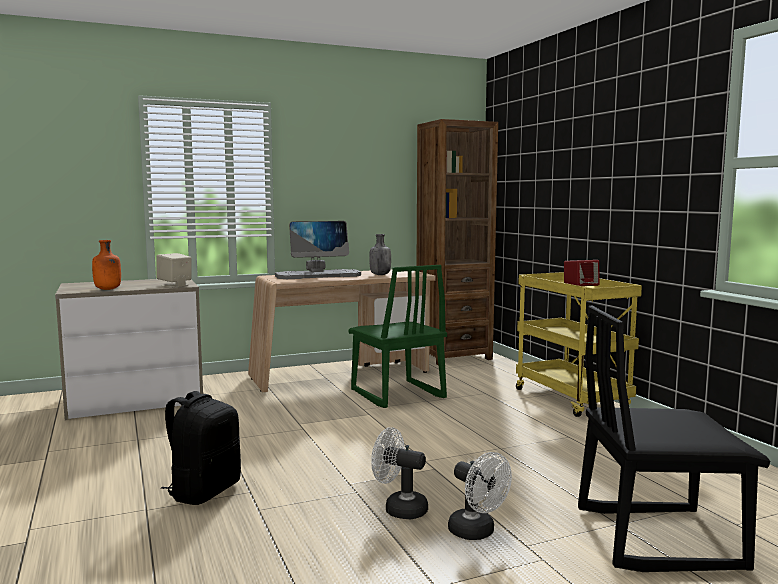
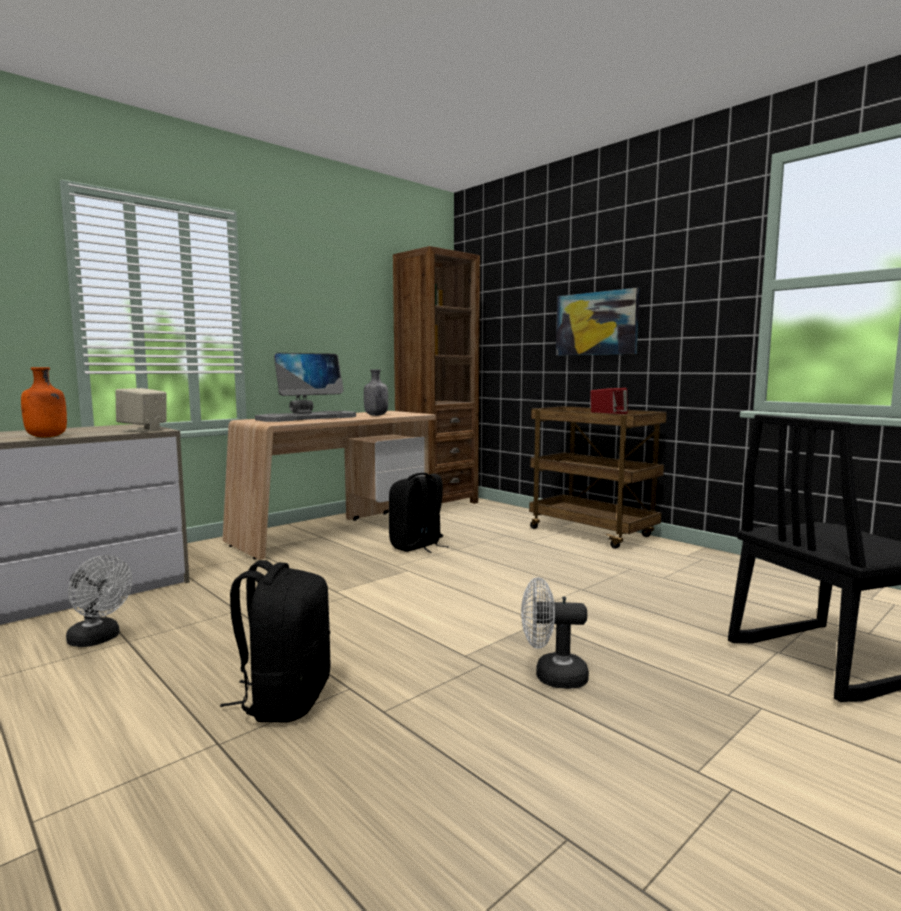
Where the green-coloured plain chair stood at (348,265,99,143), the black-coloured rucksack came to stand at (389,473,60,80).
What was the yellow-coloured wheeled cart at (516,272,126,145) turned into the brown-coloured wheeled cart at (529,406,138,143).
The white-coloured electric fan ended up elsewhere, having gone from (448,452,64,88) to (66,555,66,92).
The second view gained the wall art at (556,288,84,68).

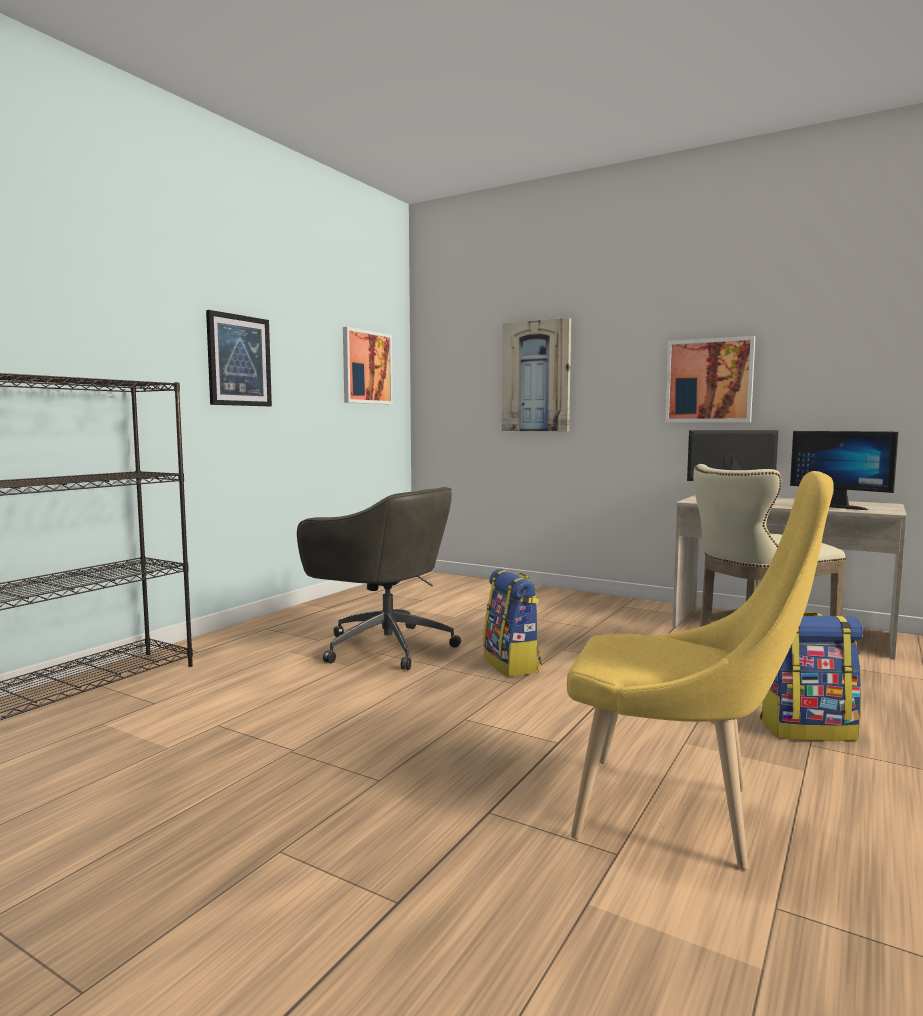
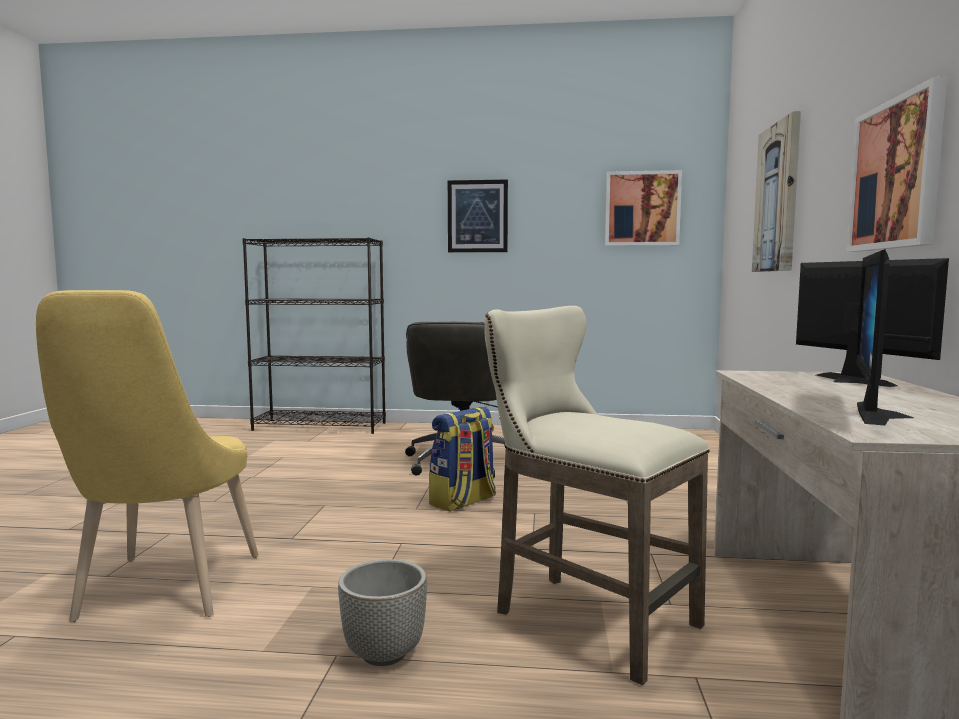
Where the rucksack stood at (760,612,103,129), the grey flower pot came to stand at (338,559,89,107).

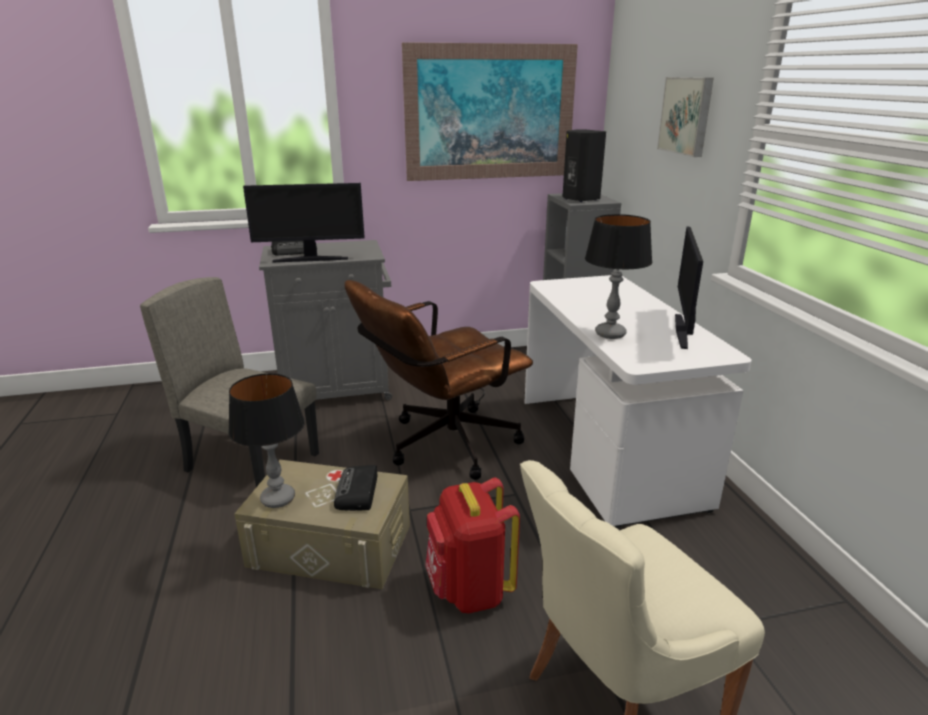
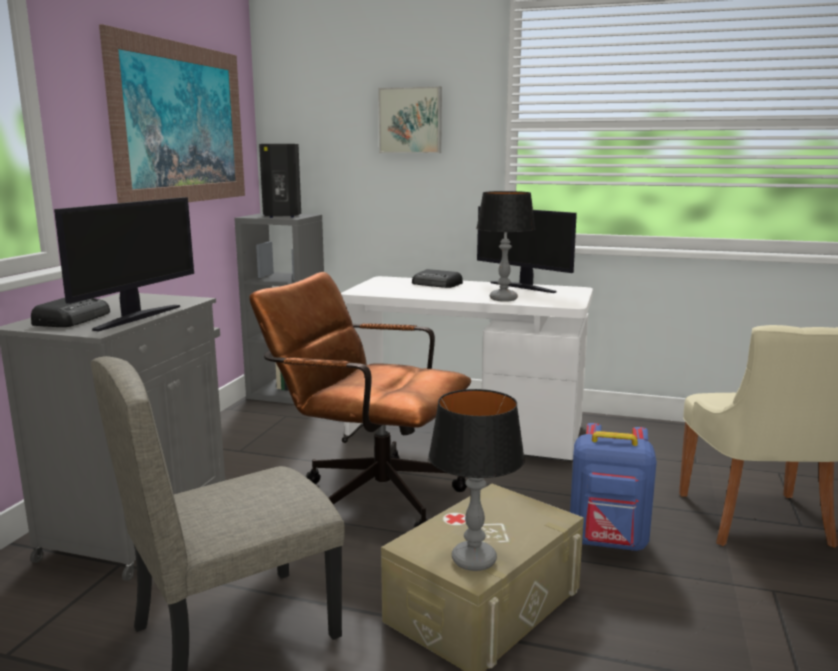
The brown-coloured desk chair at (345,280,188,200) ended up facing another way, 120 degrees clockwise from before.
The radio ended up elsewhere, having gone from (334,465,43,46) to (412,269,51,19).
What was the red rucksack at (425,477,95,136) turned into the blue rucksack at (570,423,87,128).

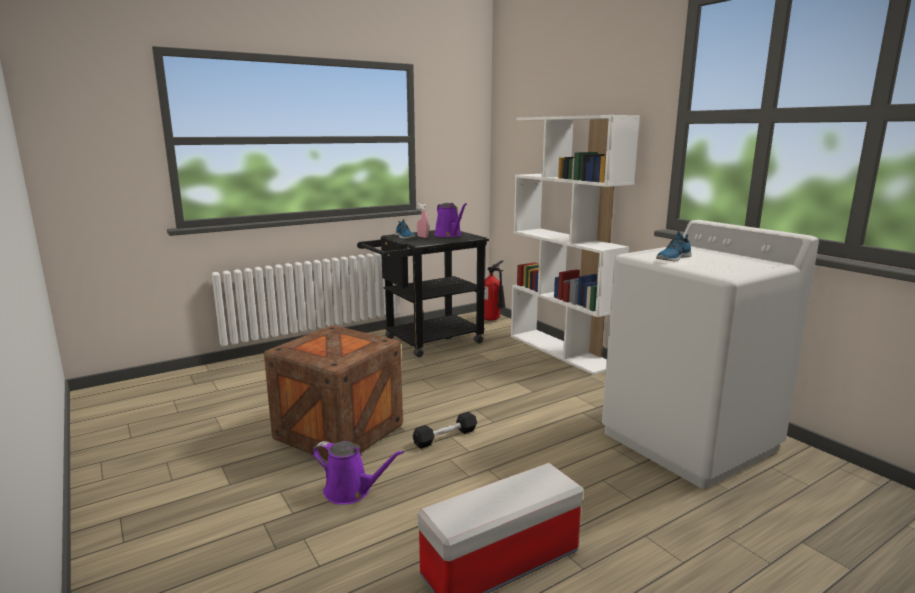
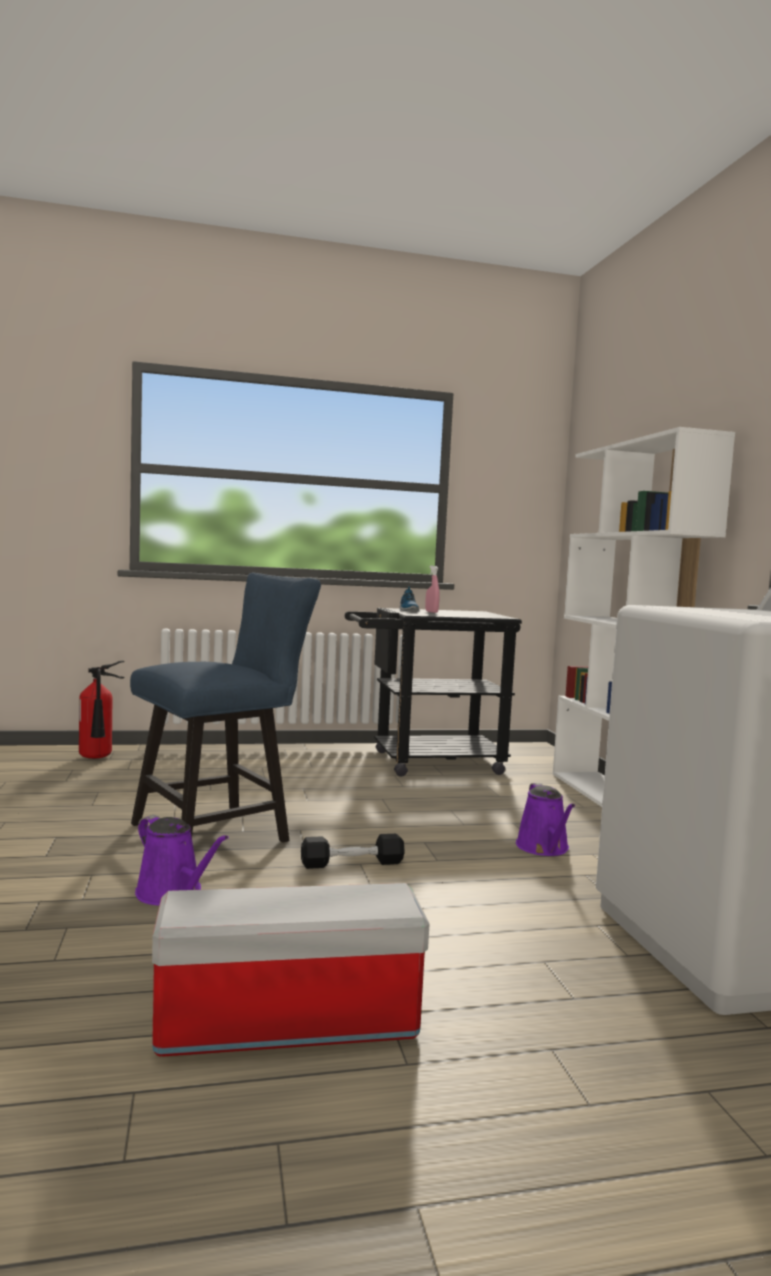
The purple-coloured watering can ended up elsewhere, having gone from (434,203,33,34) to (516,783,59,73).
The second view lost the item of footwear at (656,231,36,30).
The fire-fighting cylinder ended up elsewhere, having gone from (484,261,21,60) to (79,661,46,98).
Where the shipping crate stood at (264,325,139,136), the blue plain chair came to stand at (130,573,191,270).

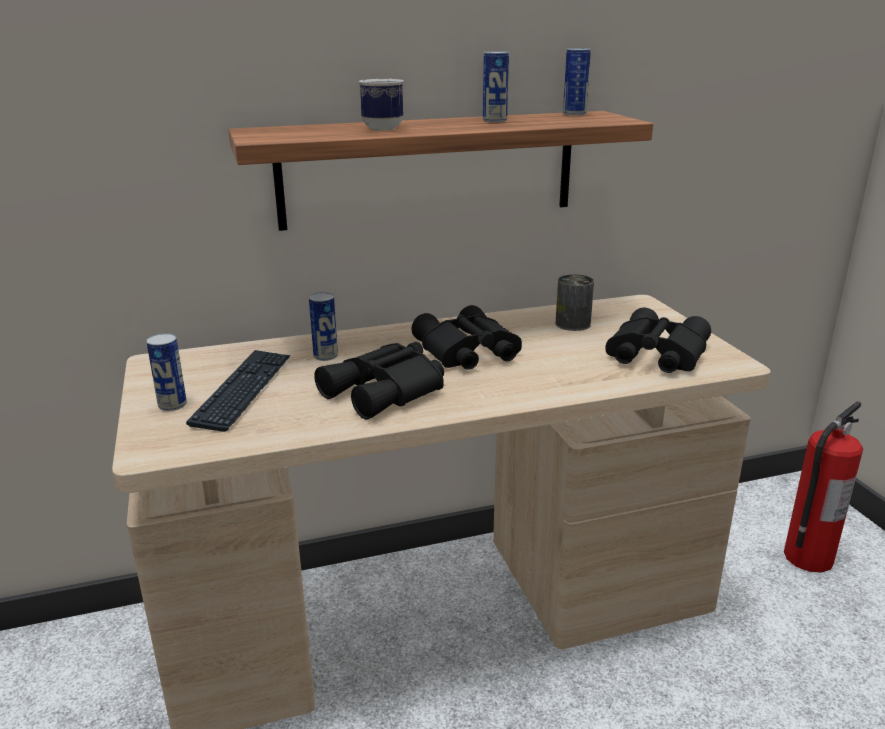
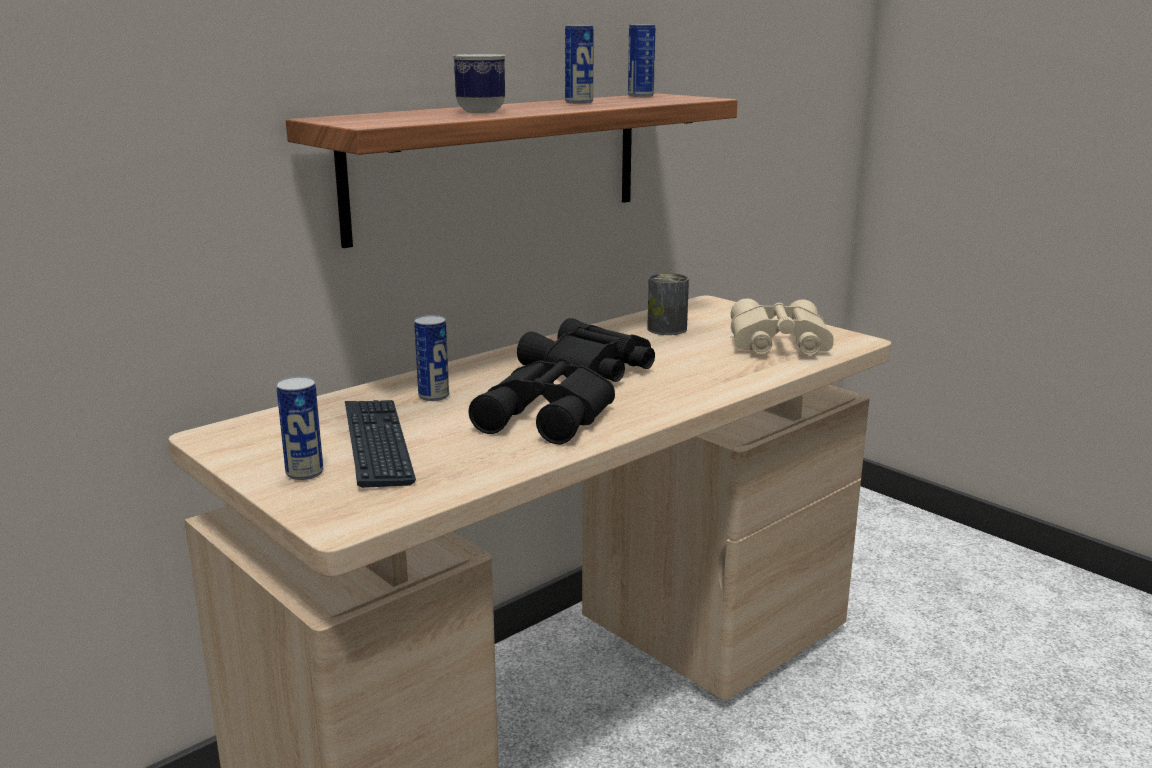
What was the black-coloured binoculars at (605,308,106,65) turned into the sand-coloured binoculars at (731,298,103,57).
The second view lost the fire-fighting cylinder at (784,401,79,172).

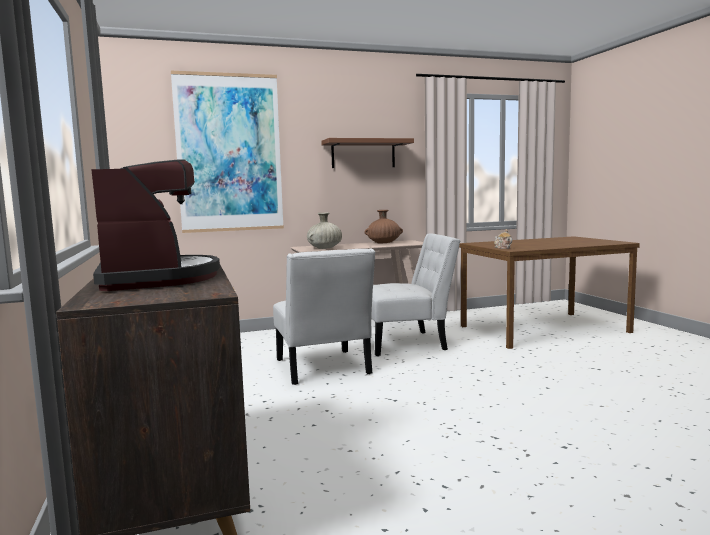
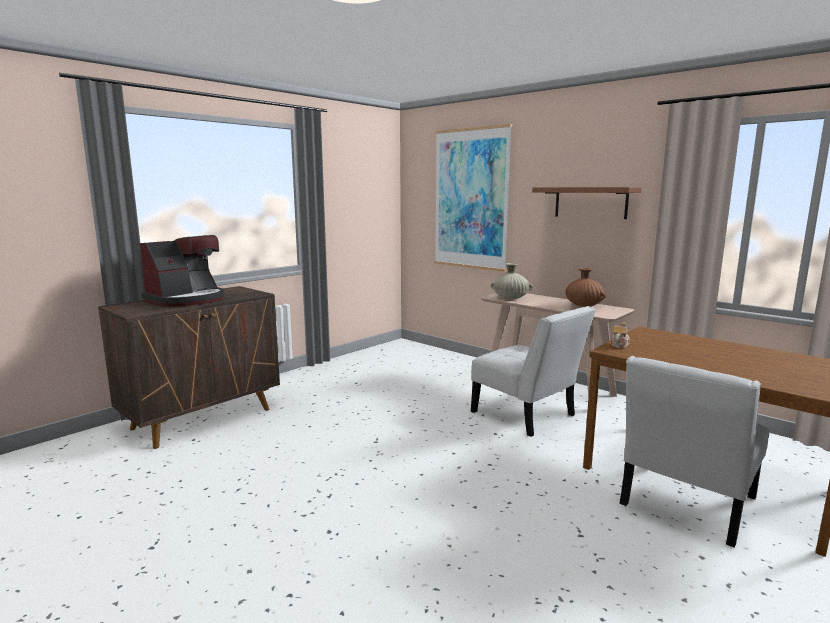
The white-coloured plain chair ended up elsewhere, having gone from (273,248,102,137) to (620,356,150,192).

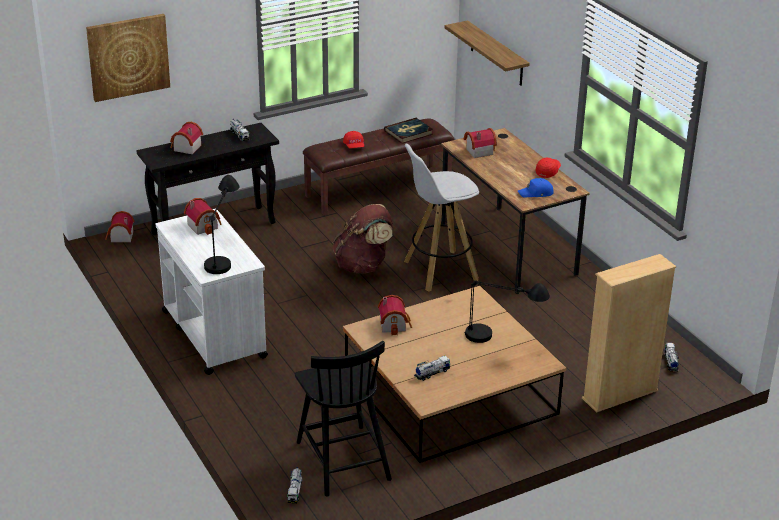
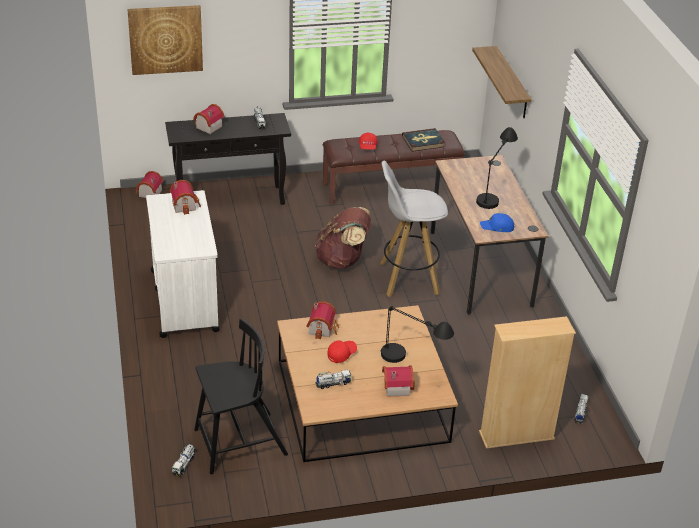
The model house ended up elsewhere, having gone from (464,128,33,30) to (382,365,33,32).
The red peaked cap ended up elsewhere, having gone from (535,158,26,20) to (327,340,30,23).
The black-coloured table lamp ended up elsewhere, having gone from (204,175,36,99) to (476,127,42,82).
The black-coloured plain chair at (295,341,97,156) ended up facing another way, 105 degrees counterclockwise from before.

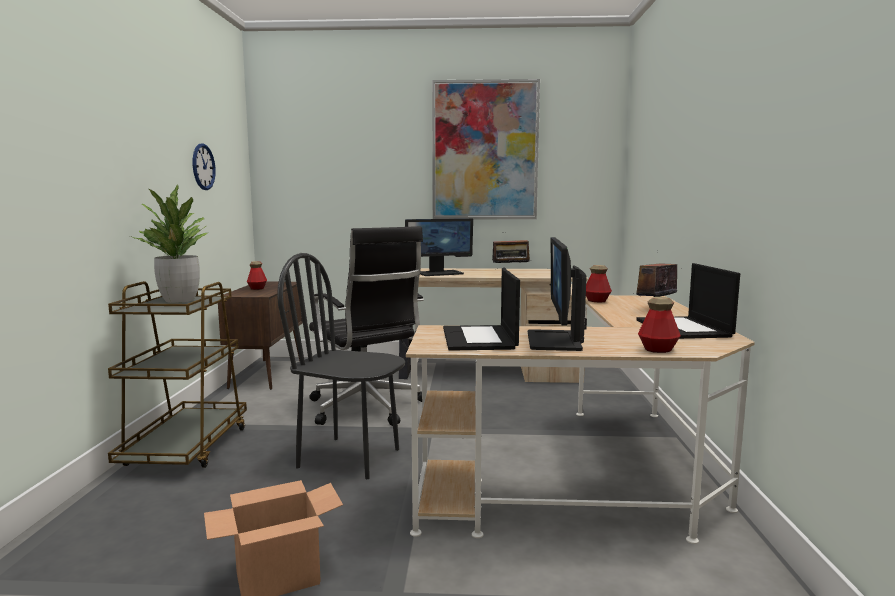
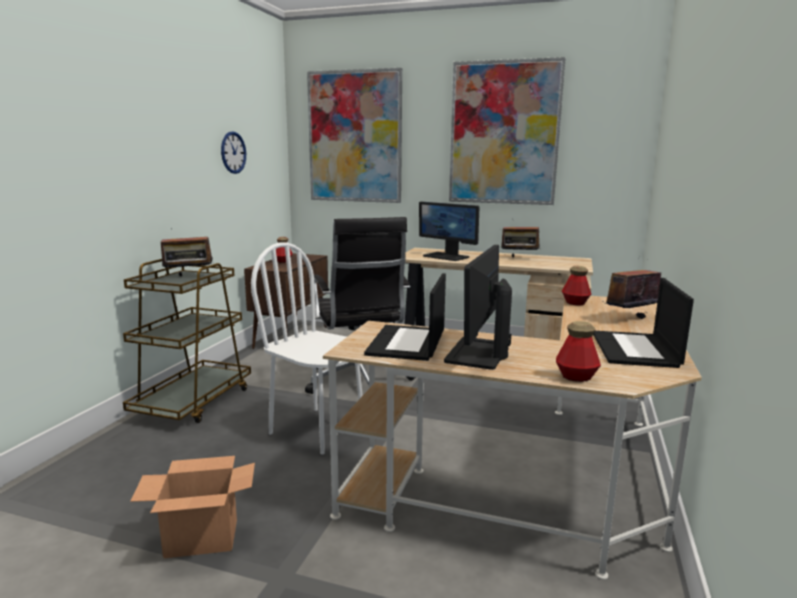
Where the potted plant stood at (130,184,78,119), the radio came to stand at (161,237,53,39).
The monitor at (405,218,68,58) ended up facing another way, 45 degrees clockwise from before.
What was the black-coloured plain chair at (277,253,128,226) turned into the white-coloured plain chair at (251,242,112,212).
The second view gained the wall art at (307,68,95,135).

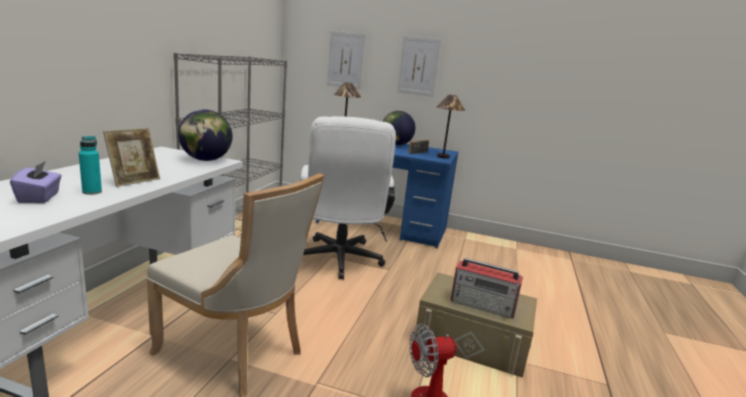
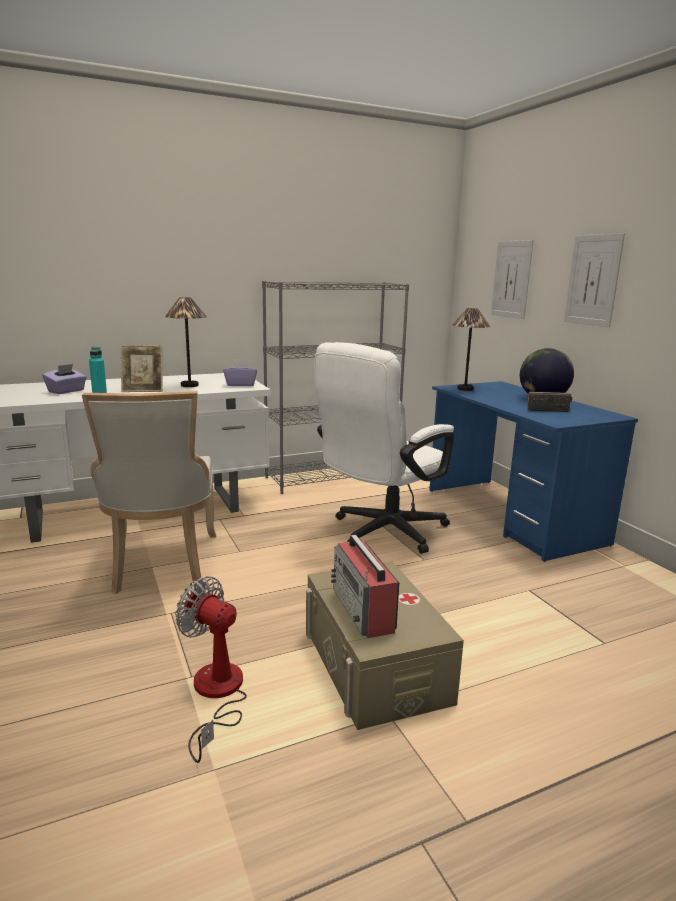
The table lamp ended up elsewhere, having gone from (436,95,29,64) to (165,297,42,90).
Where the desk globe stood at (178,109,54,52), the purple-coloured tissue box came to stand at (223,359,34,27).

